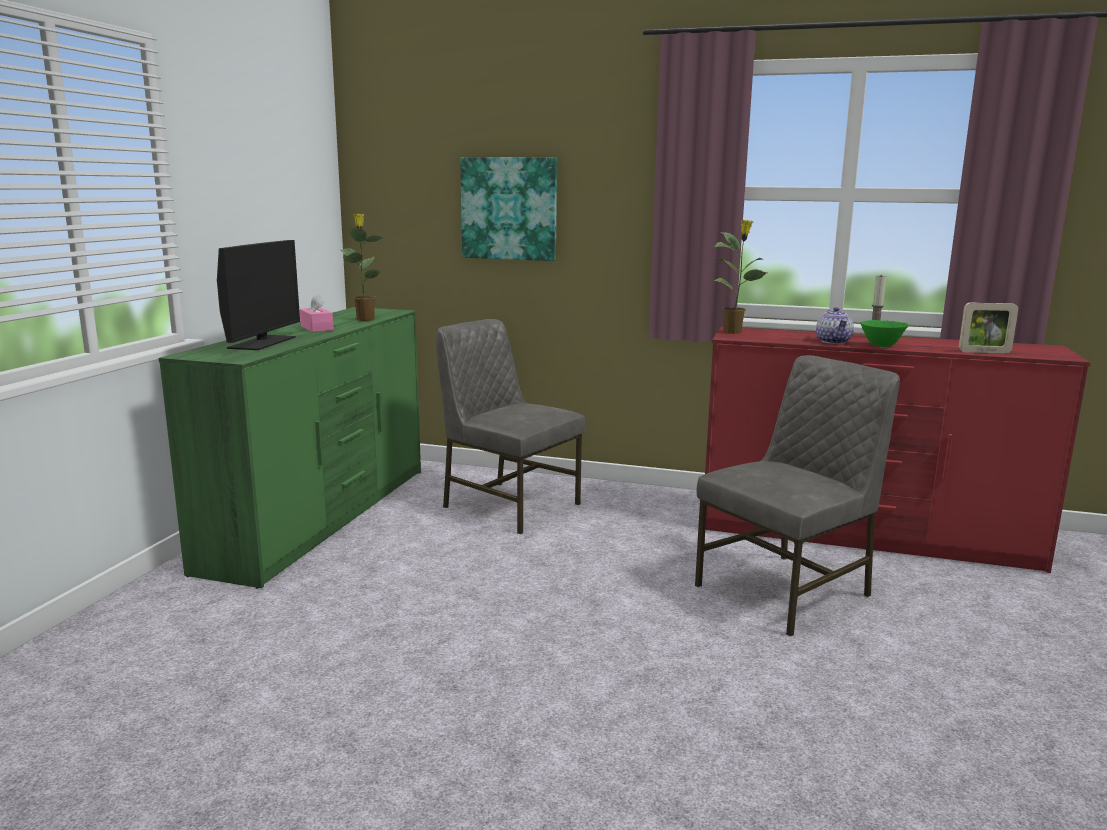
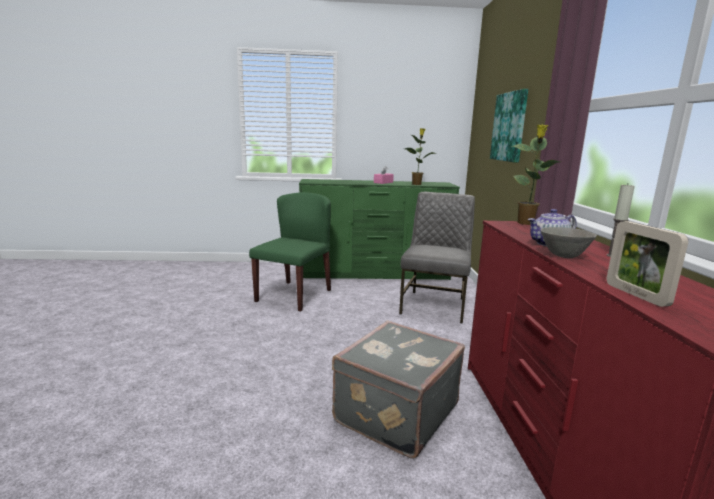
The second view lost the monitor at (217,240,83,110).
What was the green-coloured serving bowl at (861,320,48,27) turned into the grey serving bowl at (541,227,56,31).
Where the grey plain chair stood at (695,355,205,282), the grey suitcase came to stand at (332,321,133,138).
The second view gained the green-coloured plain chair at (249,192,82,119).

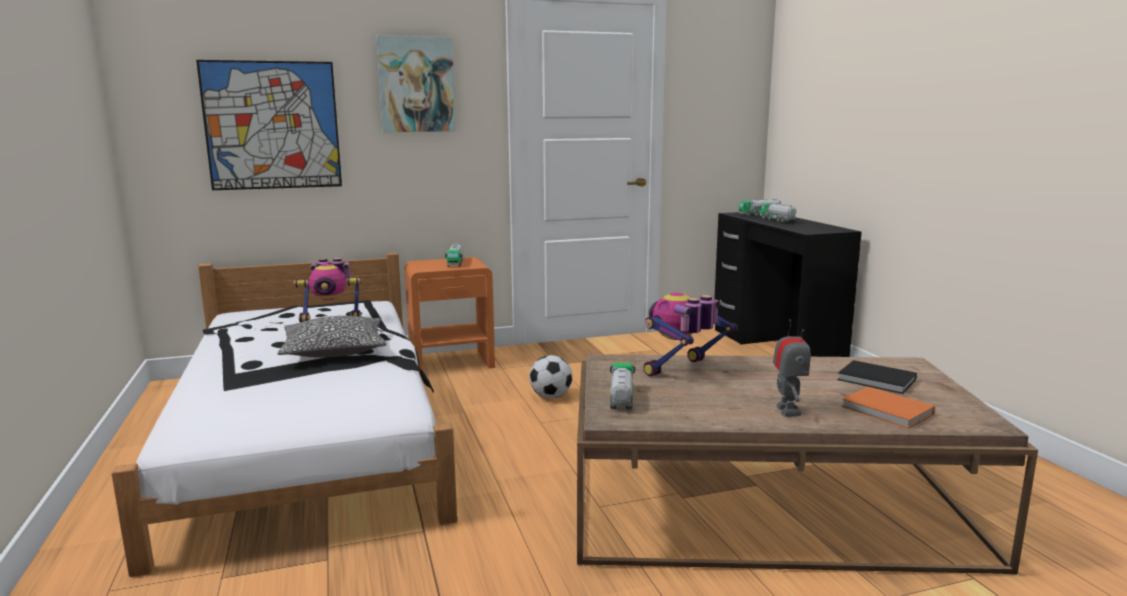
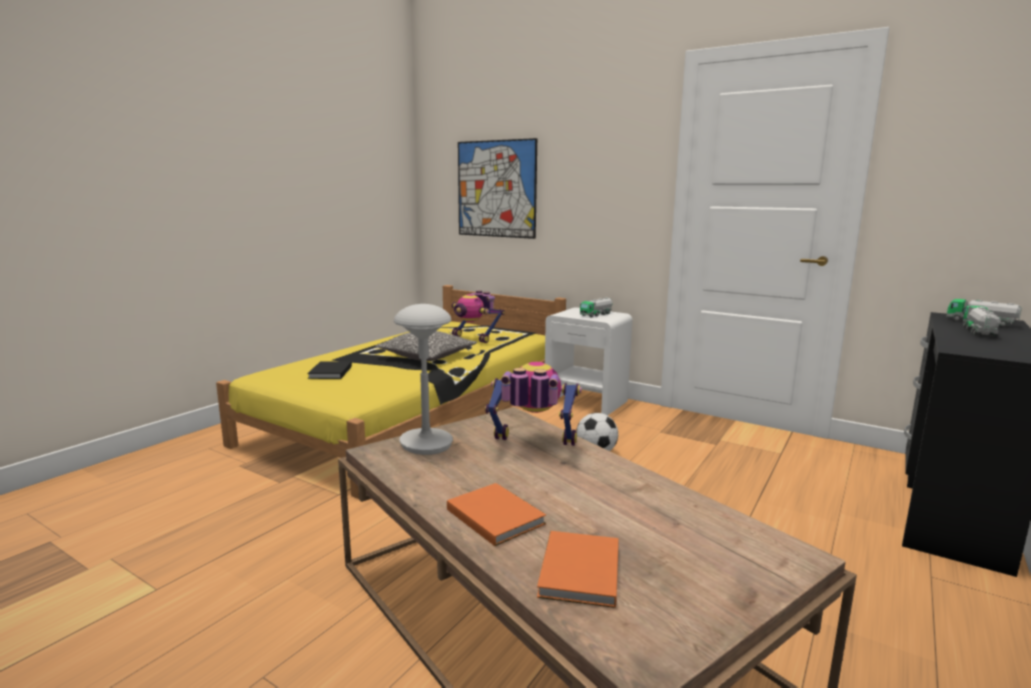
The second view lost the wall art at (376,35,80,97).
What was the white-coloured bed at (111,253,346,324) turned into the yellow-coloured bed at (216,285,350,214).
What was the orange bedside table at (404,257,91,119) turned into the white-coloured bedside table at (545,307,87,109).
Where the robot figure stood at (773,319,38,98), the orange bound book came to stand at (447,483,99,63).
The black-coloured bound book ended up elsewhere, having gone from (838,360,79,34) to (307,361,45,18).
Where the model truck stood at (610,363,25,46), the grey table lamp came to stand at (394,304,59,151).

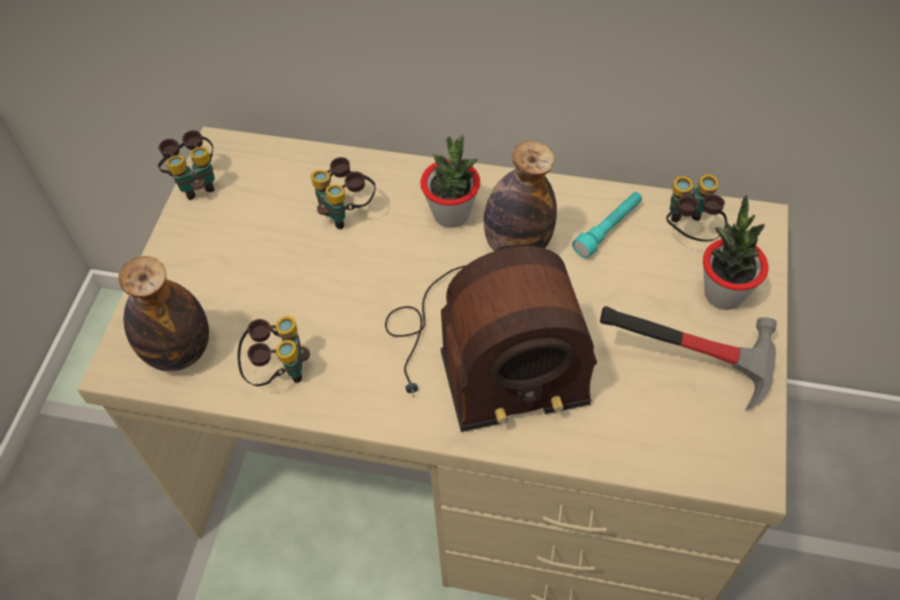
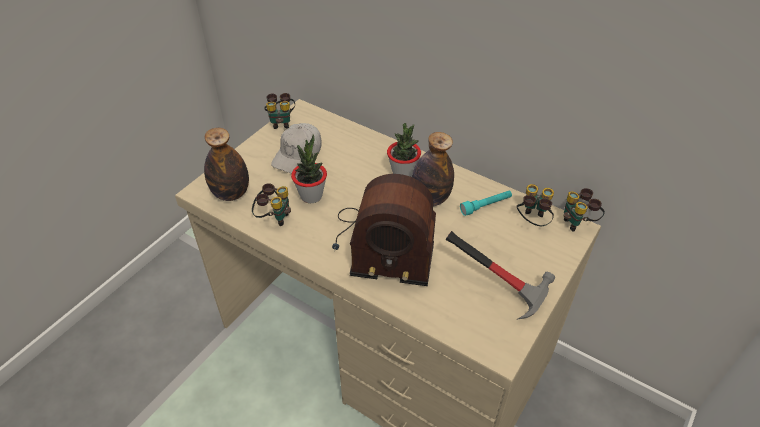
The binoculars ended up elsewhere, having gone from (311,157,64,72) to (564,188,41,43).
The potted plant ended up elsewhere, having gone from (703,195,66,115) to (291,134,36,69).
The second view gained the white-coloured peaked cap at (271,123,50,51).

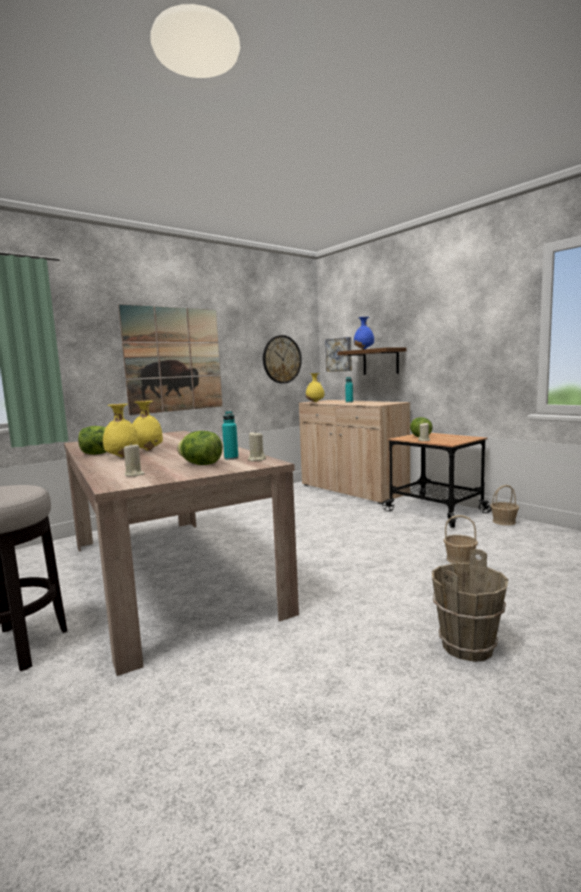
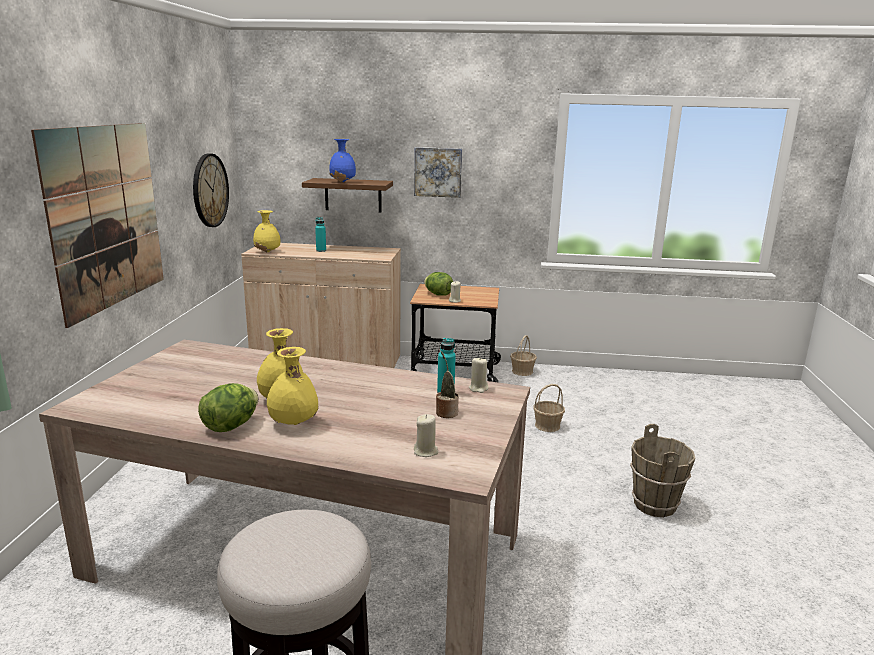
The wall art ended up elsewhere, having gone from (325,337,27,35) to (414,147,48,51).
Where the lettuce head stood at (177,431,45,34), the potted plant came to stand at (436,352,23,66).

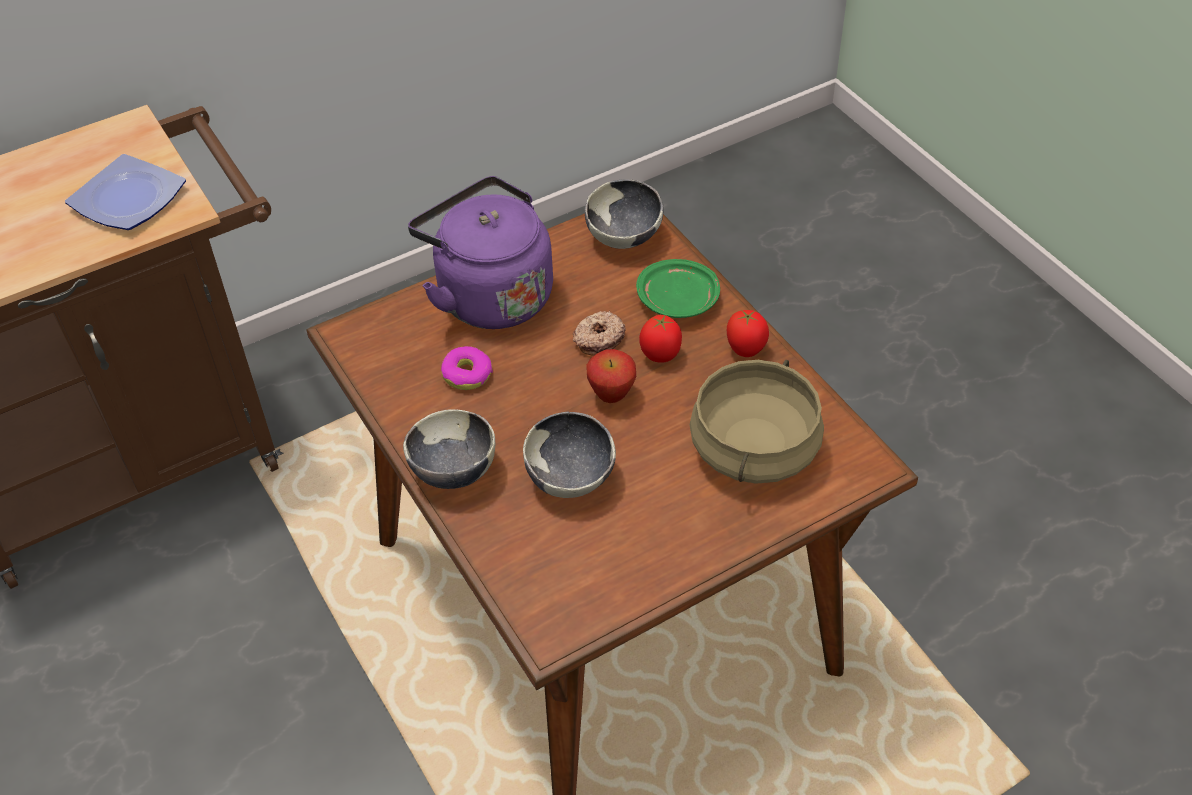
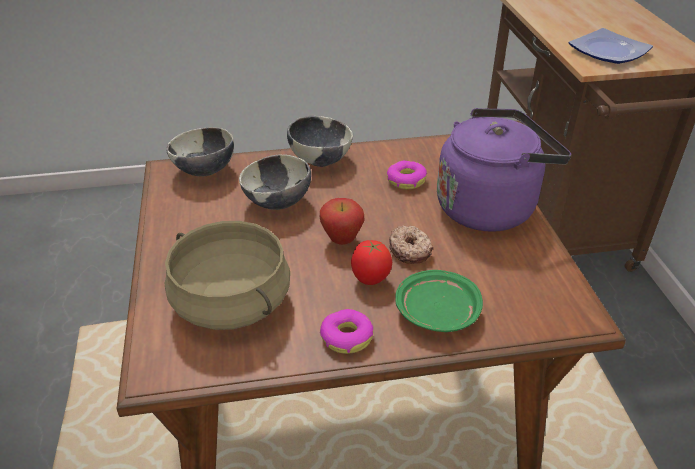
The serving bowl ended up elsewhere, having gone from (585,179,79,70) to (166,127,68,50).
Where the fresh tomato stood at (727,310,42,47), the ring doughnut came to stand at (320,309,53,45).

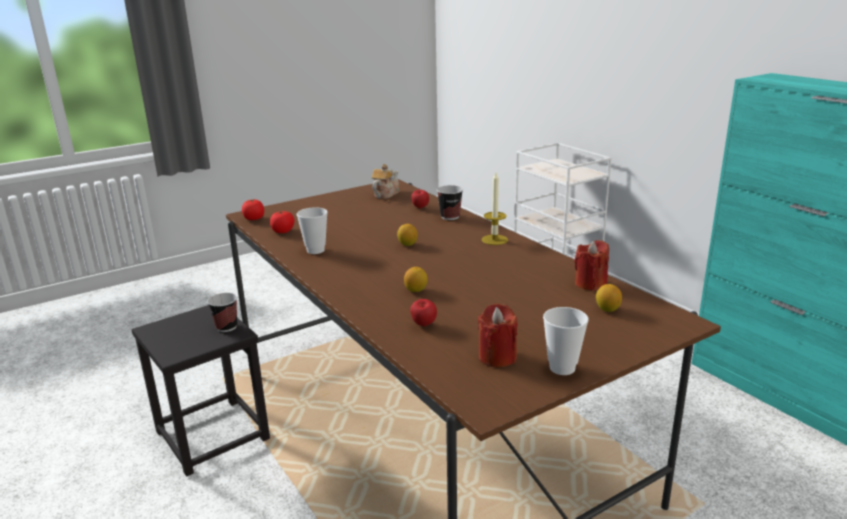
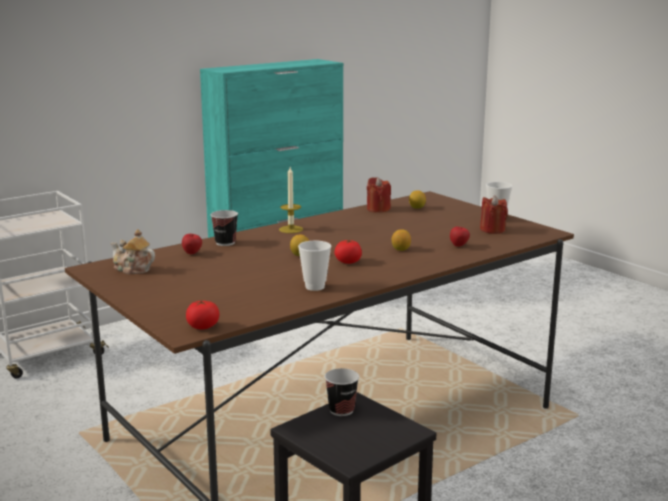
The fresh tomato ended up elsewhere, having gone from (270,211,24,22) to (334,240,28,24).

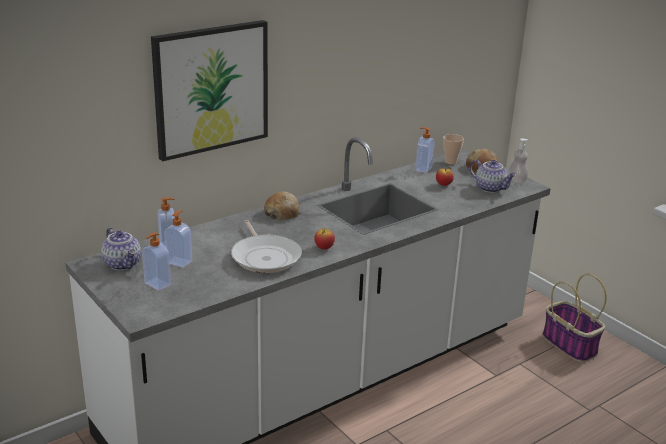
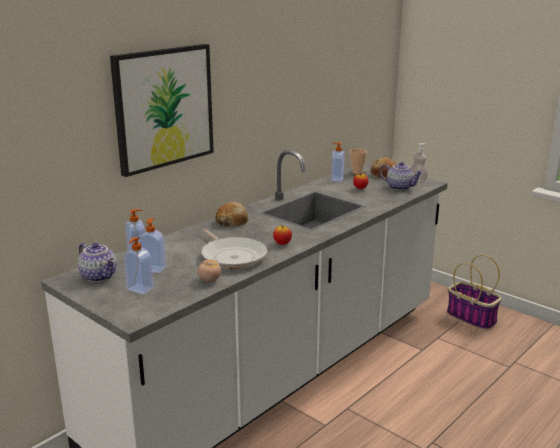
The second view gained the fresh tomato at (198,259,23,23).

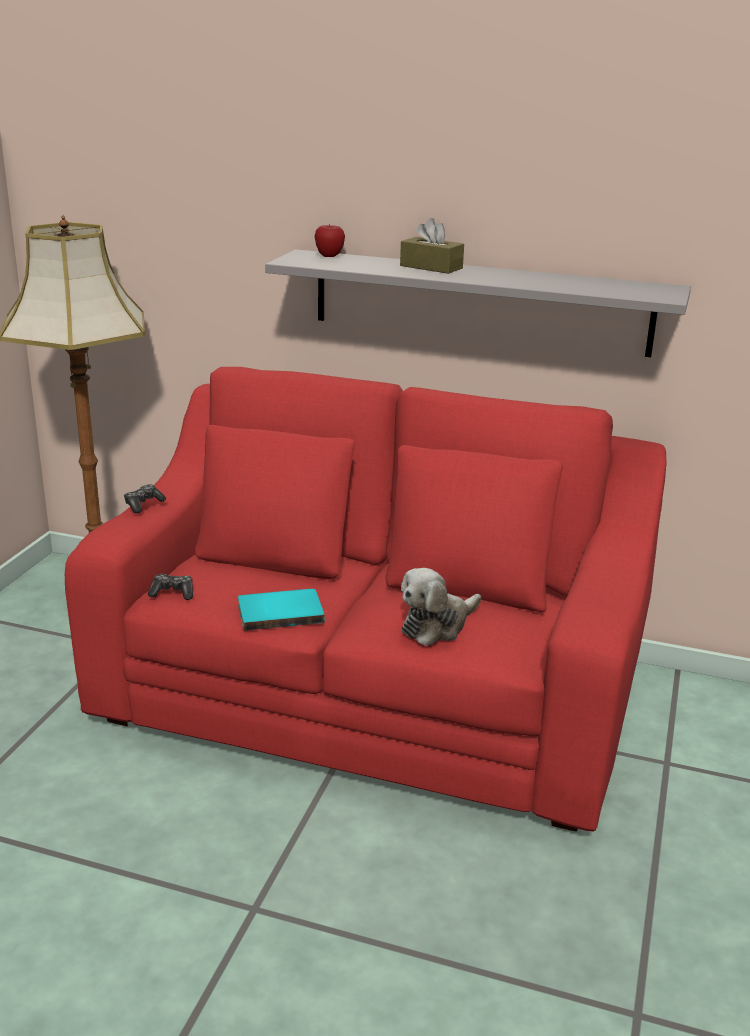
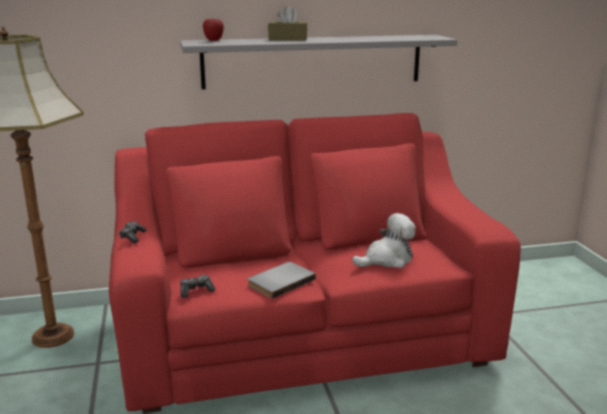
The soft toy at (401,568,80,78) ended up facing another way, 135 degrees counterclockwise from before.
What was the blue-green bound book at (238,589,87,42) turned into the grey bound book at (248,262,68,37).

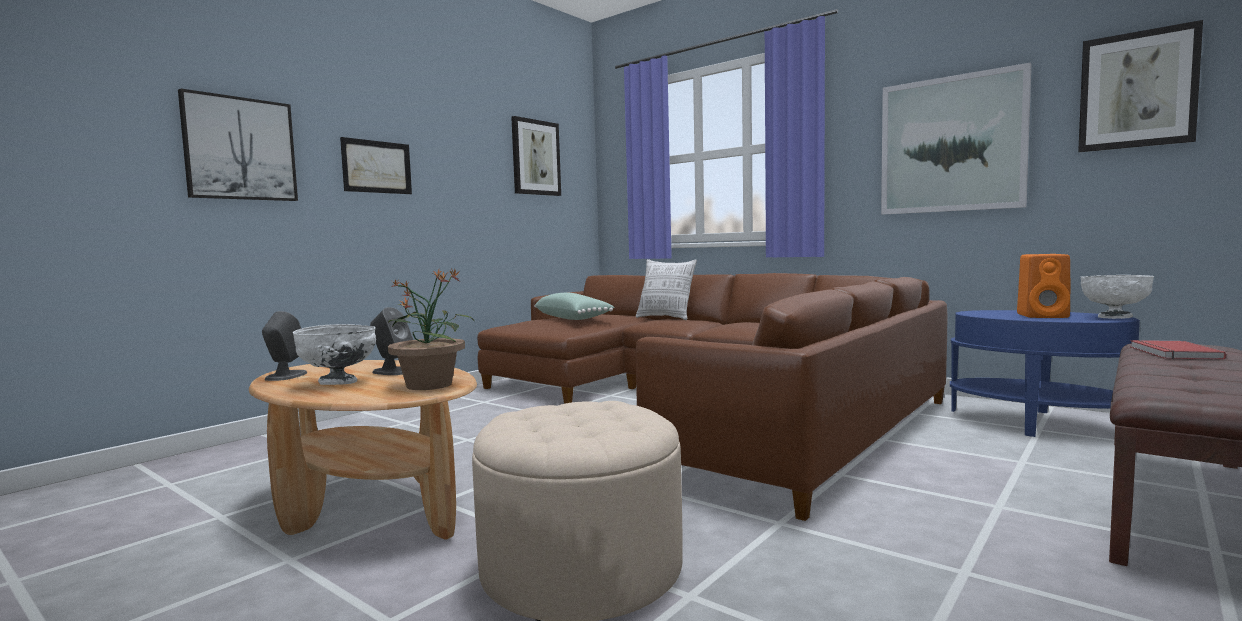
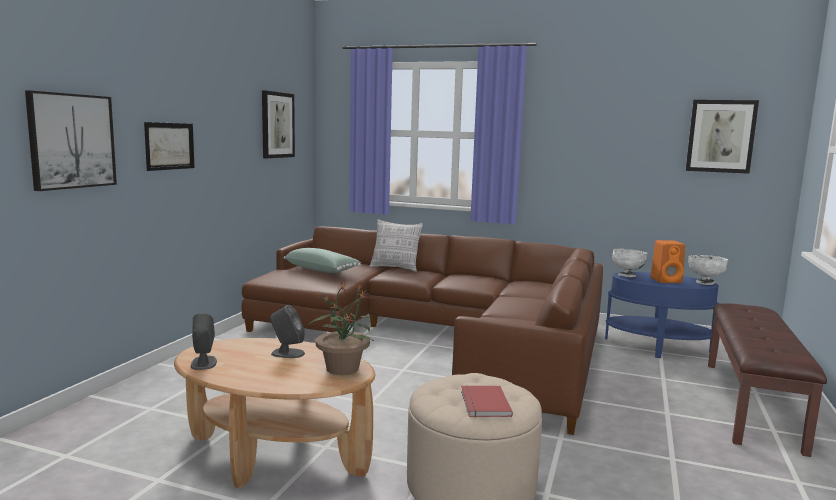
The second view lost the wall art at (881,63,150,152).
The white-coloured serving bowl ended up elsewhere, having gone from (293,324,83,61) to (612,249,35,28).
The red bound book ended up elsewhere, having gone from (1130,340,96,20) to (461,385,52,33).

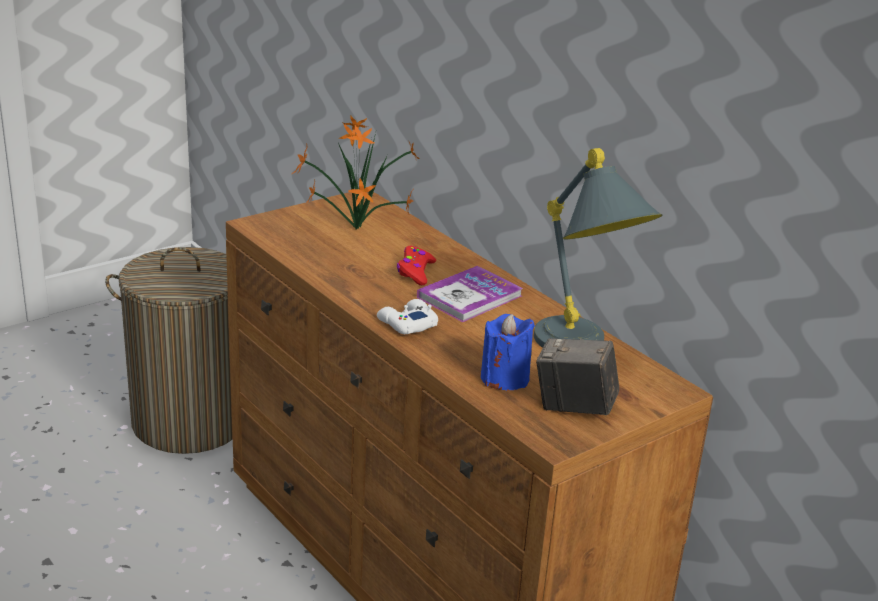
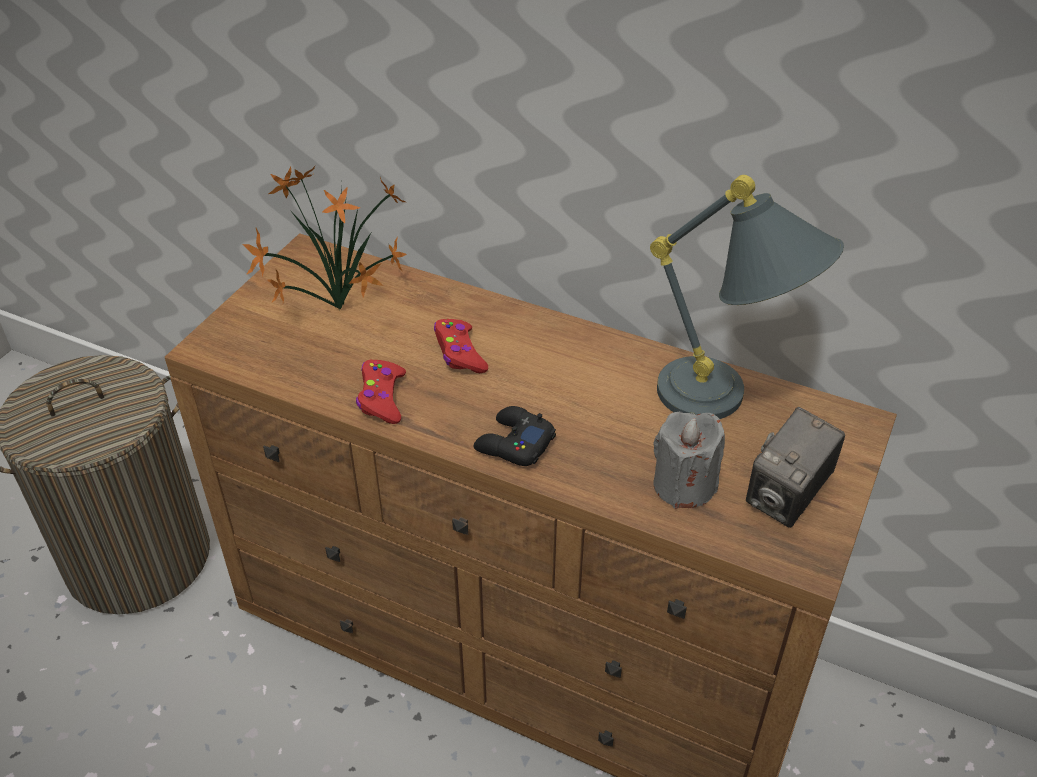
The second view lost the bound book at (417,266,106,56).
What was the white-coloured game controller at (377,299,61,35) turned into the black-coloured game controller at (474,406,82,60).
What was the blue wax candle at (481,314,54,76) turned into the grey wax candle at (653,411,72,98).
The still camera at (536,338,83,77) ended up facing another way, 45 degrees counterclockwise from before.
The second view gained the red game controller at (356,360,50,64).

